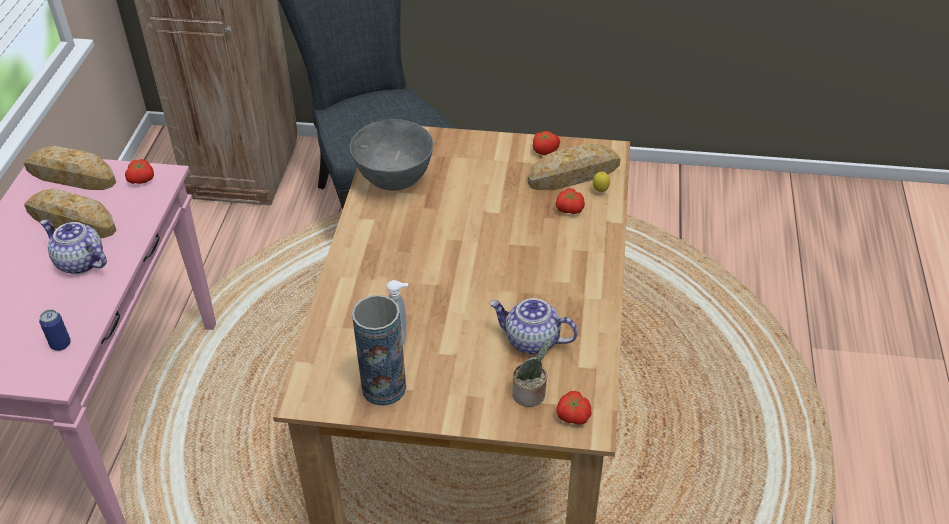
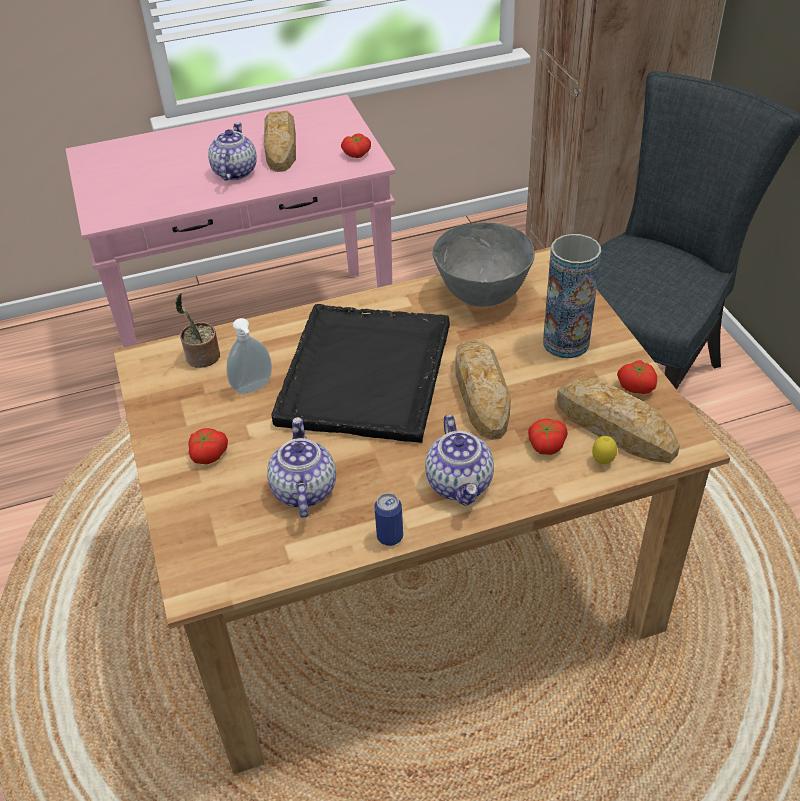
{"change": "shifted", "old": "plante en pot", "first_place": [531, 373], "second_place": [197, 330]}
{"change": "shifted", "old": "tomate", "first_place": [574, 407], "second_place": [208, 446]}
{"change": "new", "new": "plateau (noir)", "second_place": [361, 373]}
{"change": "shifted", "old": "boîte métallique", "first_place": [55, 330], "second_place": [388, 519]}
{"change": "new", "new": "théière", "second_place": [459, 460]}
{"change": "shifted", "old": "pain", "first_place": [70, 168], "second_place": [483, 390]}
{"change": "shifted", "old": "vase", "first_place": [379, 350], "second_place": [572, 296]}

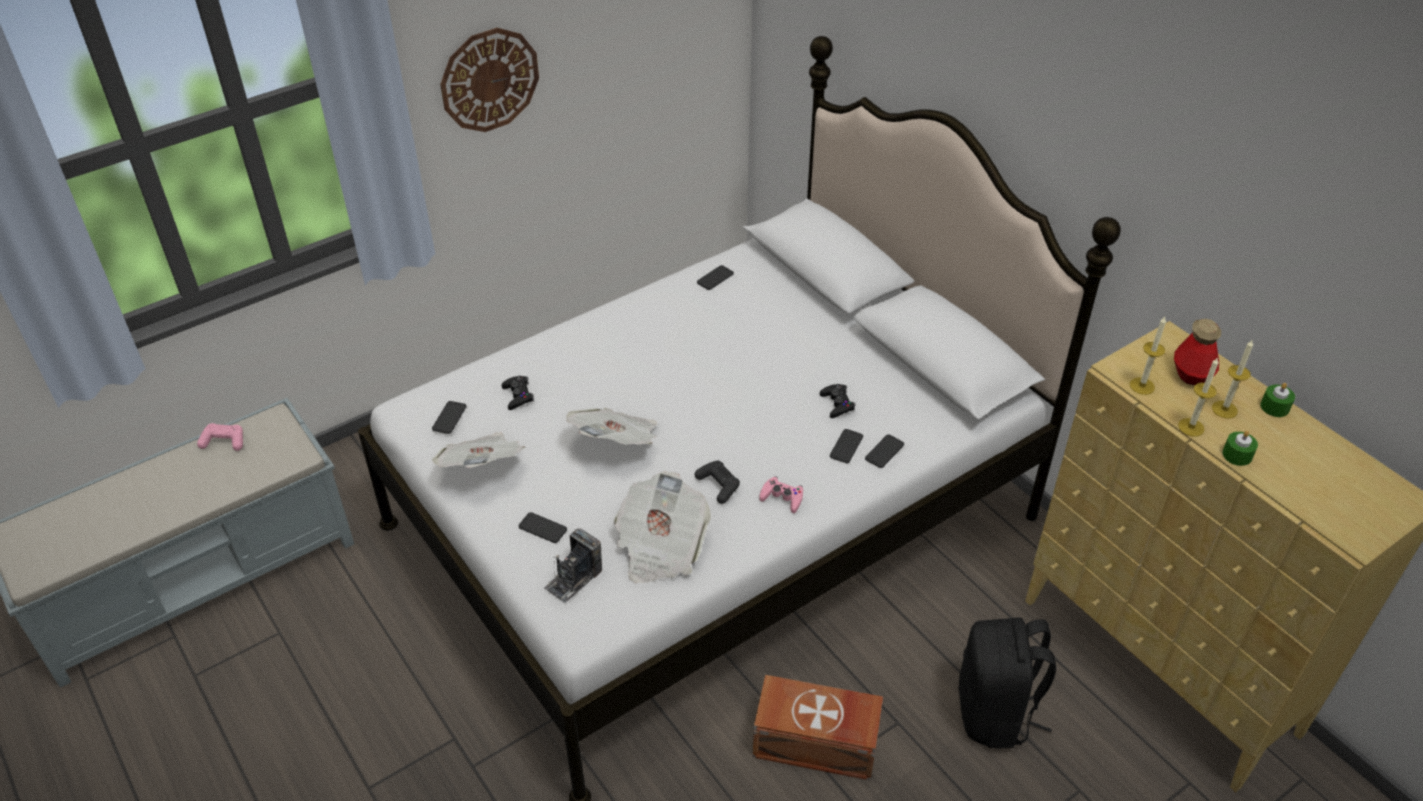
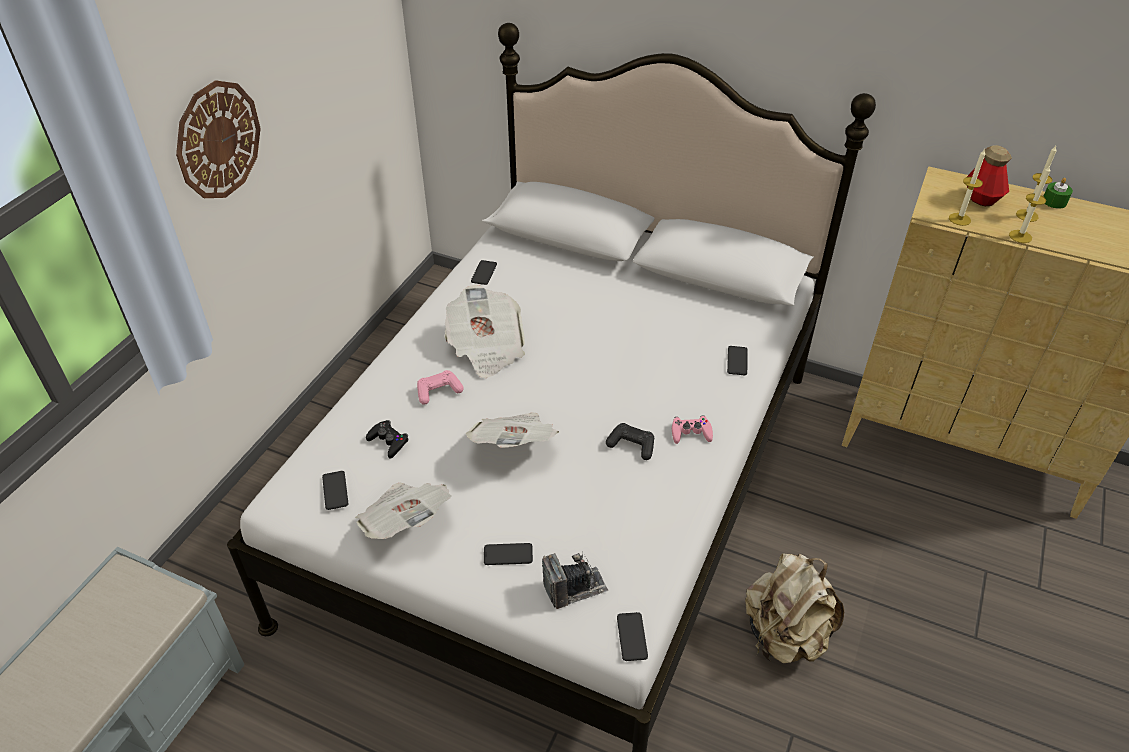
{"change": "shifted", "old": "manette (rose)", "first_place": [220, 437], "second_place": [440, 387]}
{"change": "shifted", "old": "journal", "first_place": [662, 527], "second_place": [485, 331]}
{"change": "rotated", "old": "appareil photo", "first_place": [573, 565], "second_place": [575, 580], "degrees": -120}
{"change": "shifted", "old": "téléphone", "first_place": [846, 446], "second_place": [632, 636]}
{"change": "swapped", "old": "boîte de rangement (marron)", "new": "sac à dos (beige)", "first_place": [818, 727], "second_place": [794, 608]}
{"change": "gone", "old": "manette (noir)", "first_place": [838, 401]}
{"change": "gone", "old": "sac à dos (noir)", "first_place": [1007, 682]}
{"change": "gone", "old": "bougie (vert)", "first_place": [1240, 448]}

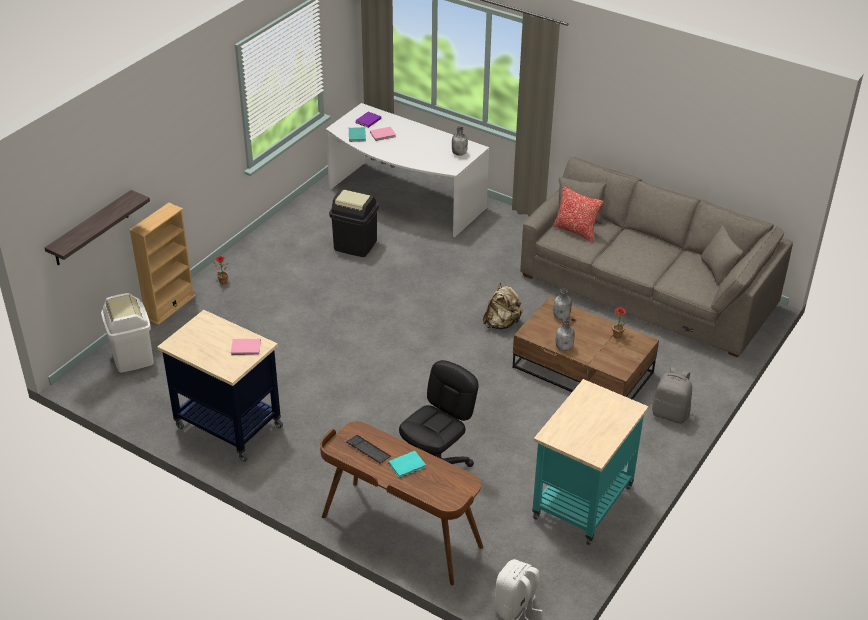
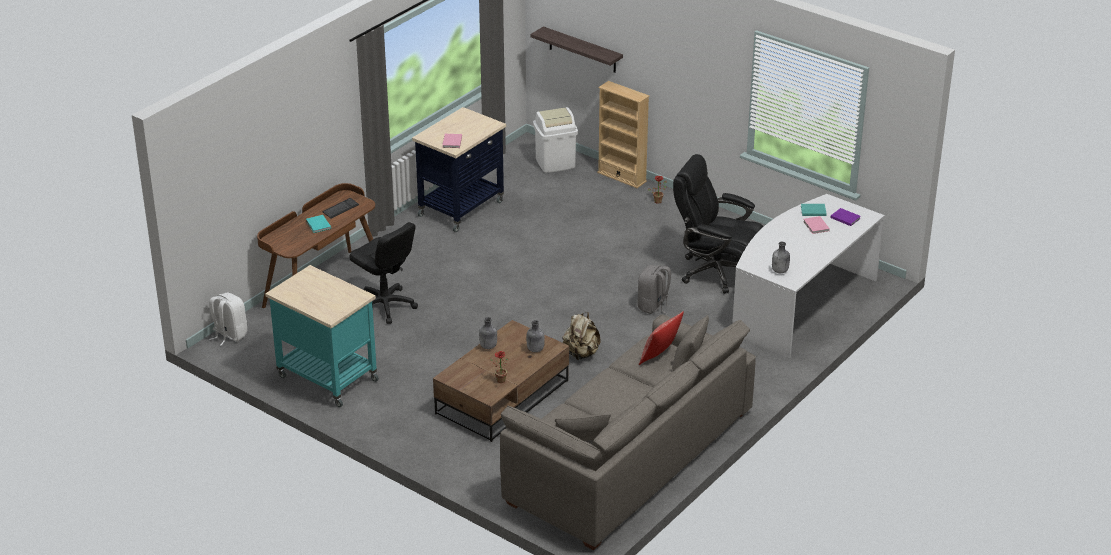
{"change": "shifted", "old": "sac à dos (gris)", "first_place": [672, 395], "second_place": [656, 290]}
{"change": "swapped", "old": "poubelle (noir)", "new": "chaise de bureau (noir)", "first_place": [354, 223], "second_place": [718, 224]}

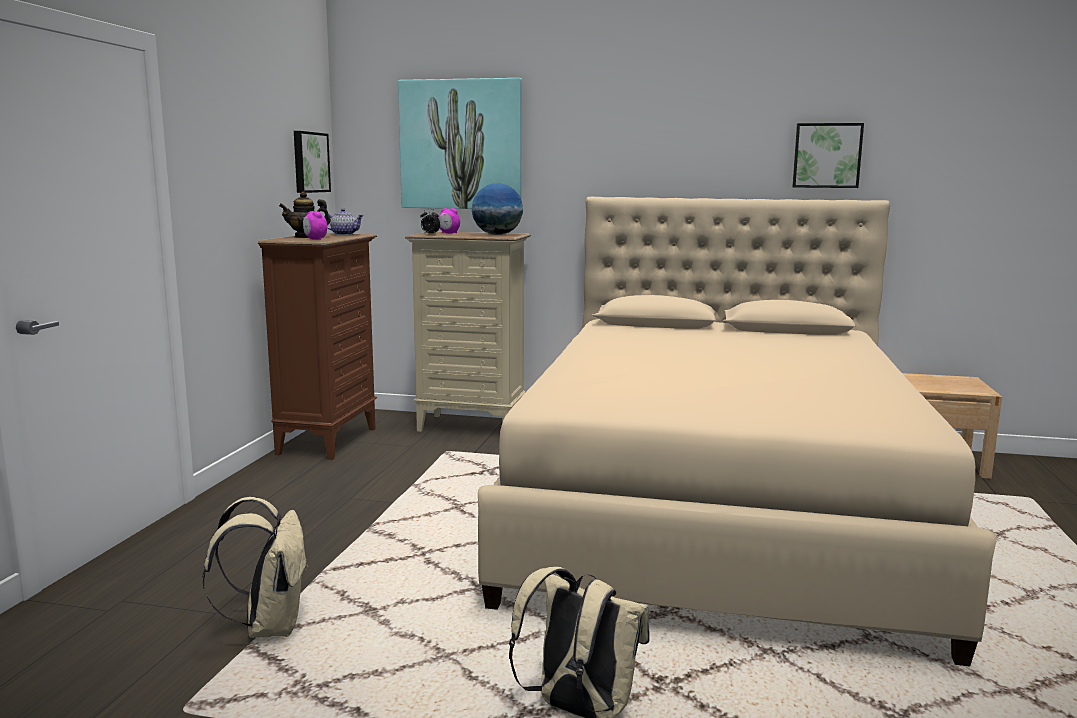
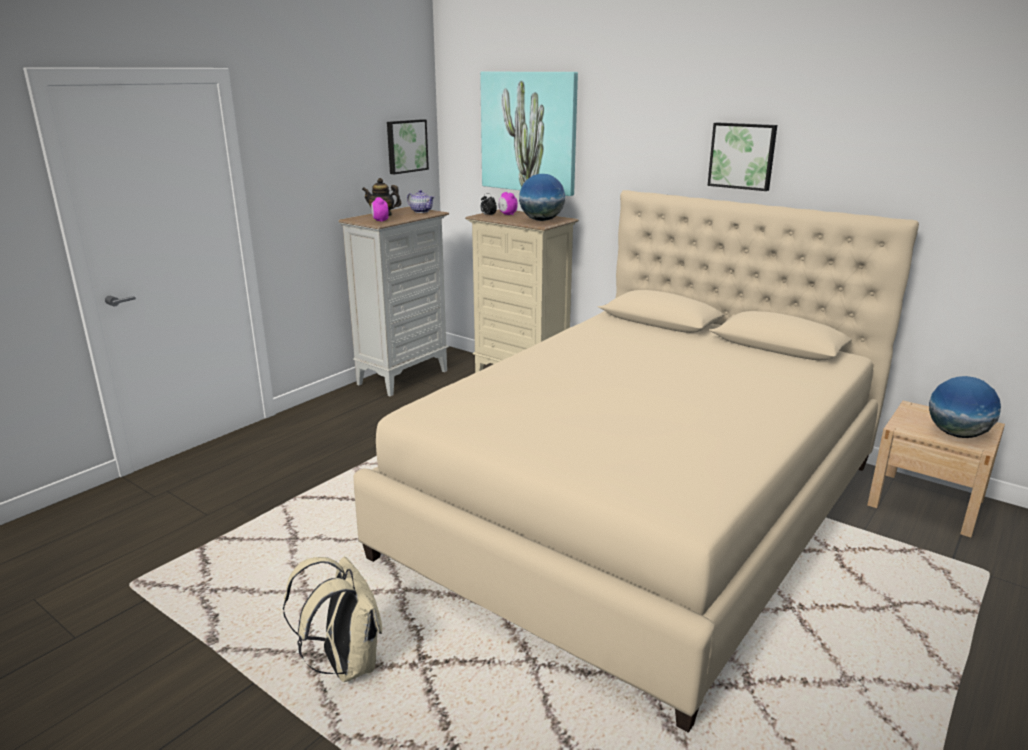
{"change": "repainted", "old": "commode (marron)", "new": "commode (blanc)", "first_place": [317, 346], "second_place": [393, 302]}
{"change": "shifted", "old": "tableau", "first_place": [828, 155], "second_place": [742, 156]}
{"change": "new", "new": "globe", "second_place": [965, 407]}
{"change": "gone", "old": "sac à dos (beige)", "first_place": [255, 567]}

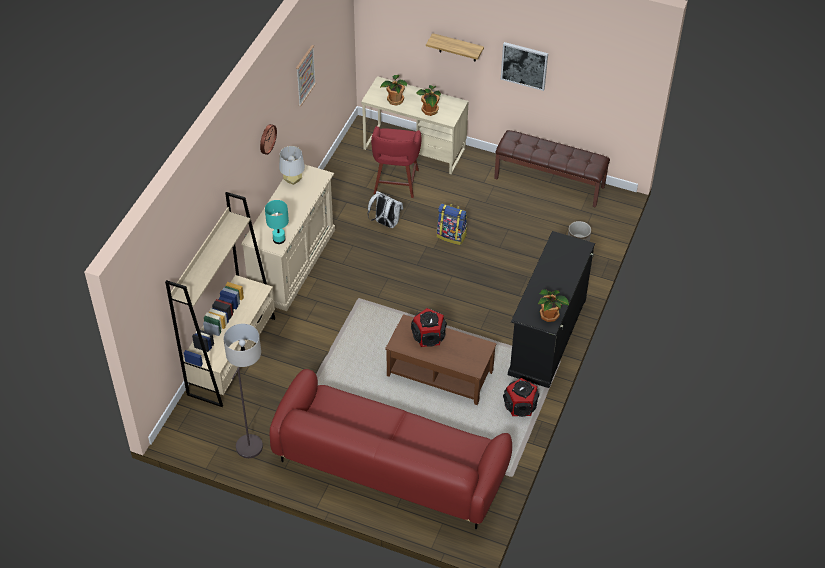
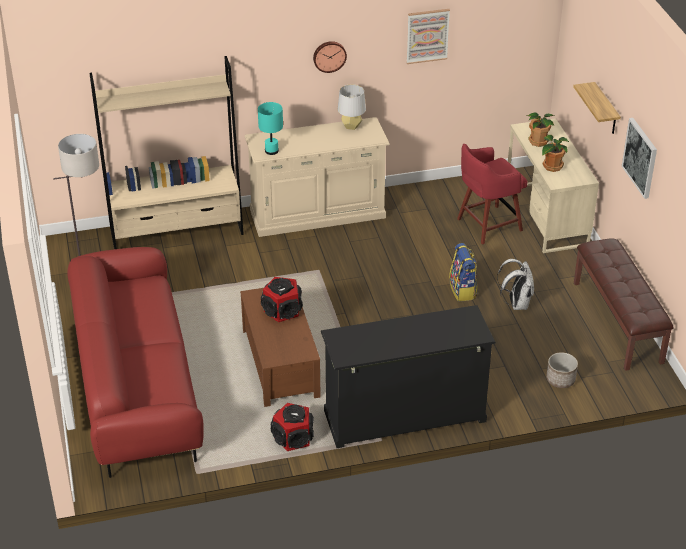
{"change": "shifted", "old": "sac à dos (blanc)", "first_place": [385, 209], "second_place": [515, 284]}
{"change": "gone", "old": "plante en pot", "first_place": [553, 305]}

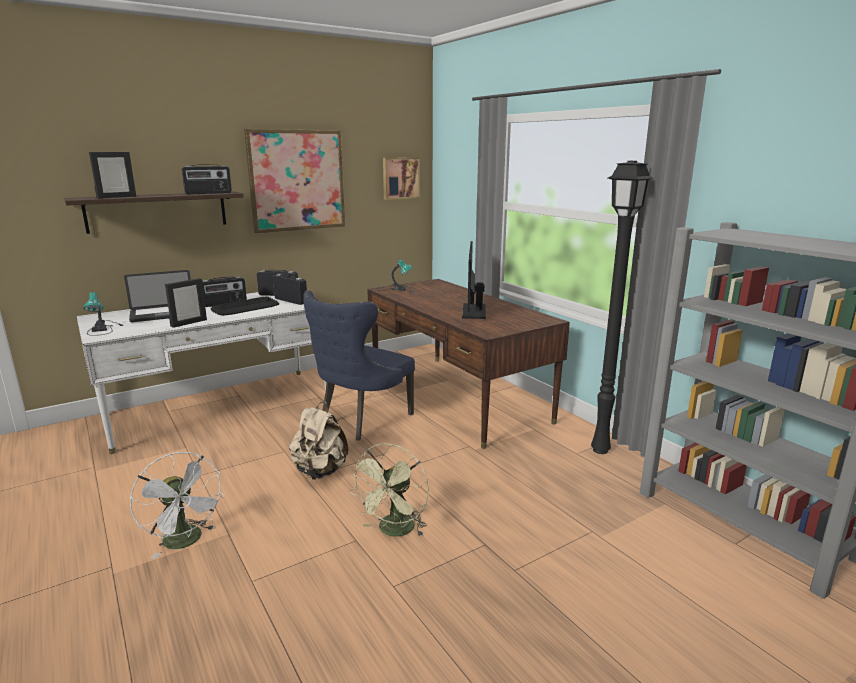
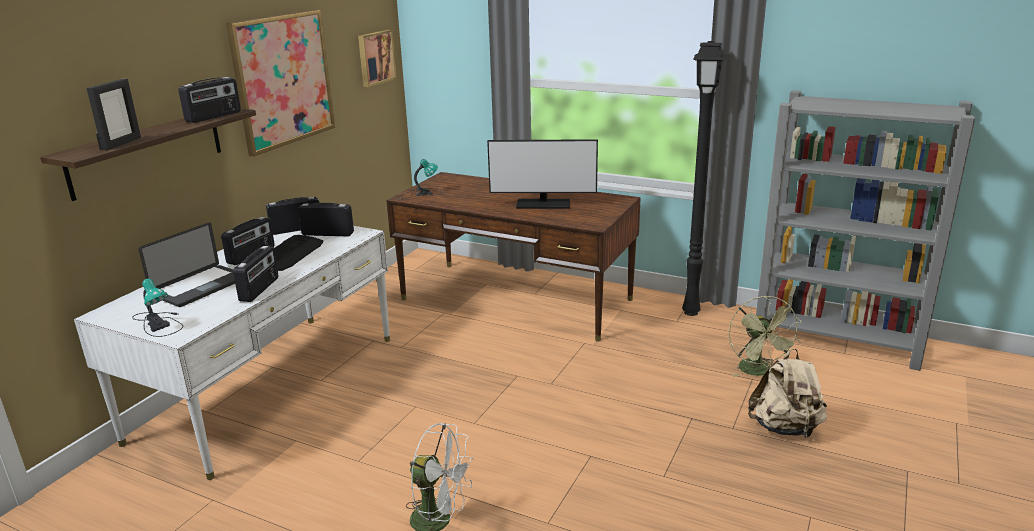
{"change": "swapped", "old": "cadre photo", "new": "radio", "first_place": [186, 303], "second_place": [255, 274]}
{"change": "rotated", "old": "écran d'ordinateur", "first_place": [474, 280], "second_place": [542, 174], "degrees": -60}
{"change": "shifted", "old": "ventilateur (vert)", "first_place": [389, 490], "second_place": [765, 336]}
{"change": "shifted", "old": "sac à dos (beige)", "first_place": [318, 440], "second_place": [787, 393]}
{"change": "gone", "old": "chaise (bleu)", "first_place": [359, 365]}

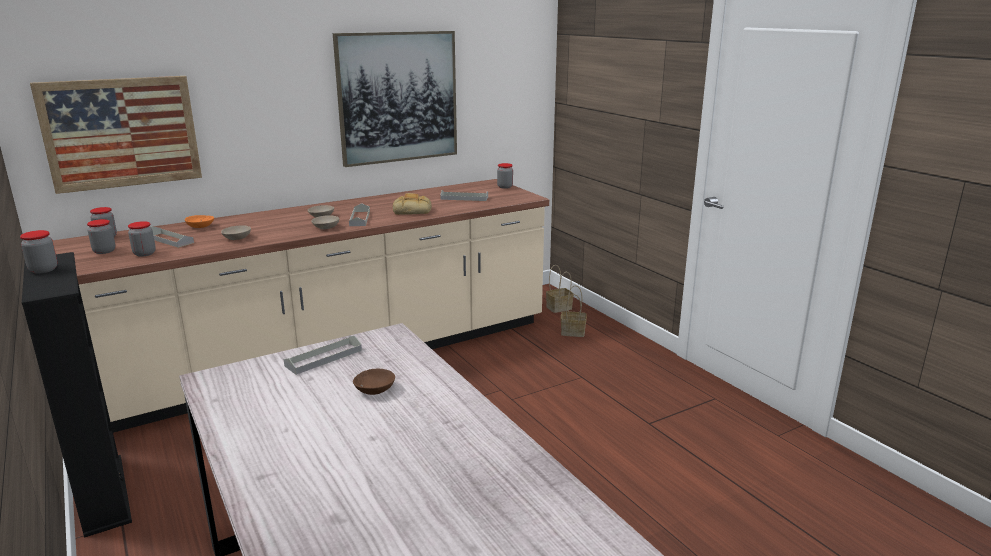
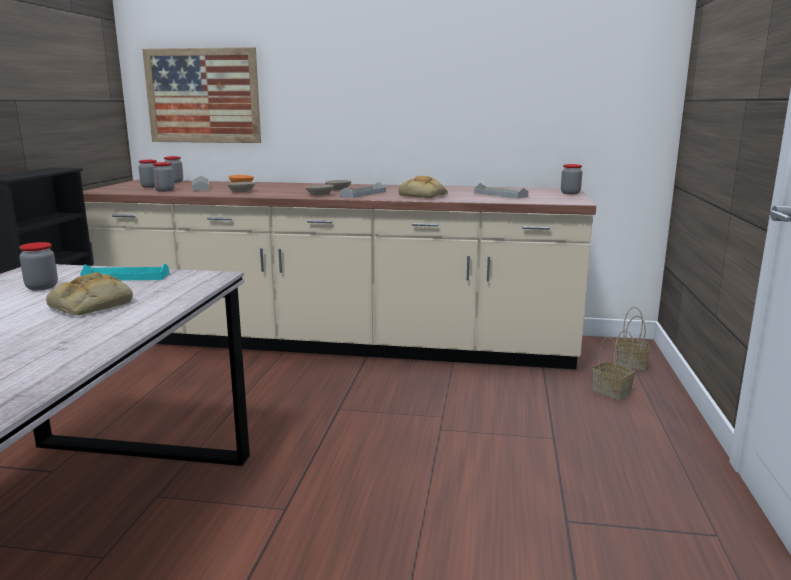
{"change": "shifted", "old": "bocal", "first_place": [38, 252], "second_place": [38, 266]}
{"change": "swapped", "old": "bol (marron)", "new": "pain", "first_place": [374, 382], "second_place": [89, 293]}
{"change": "repainted", "old": "plateau (gris)", "new": "plateau (turquoise)", "first_place": [323, 355], "second_place": [124, 271]}
{"change": "gone", "old": "tableau", "first_place": [395, 99]}

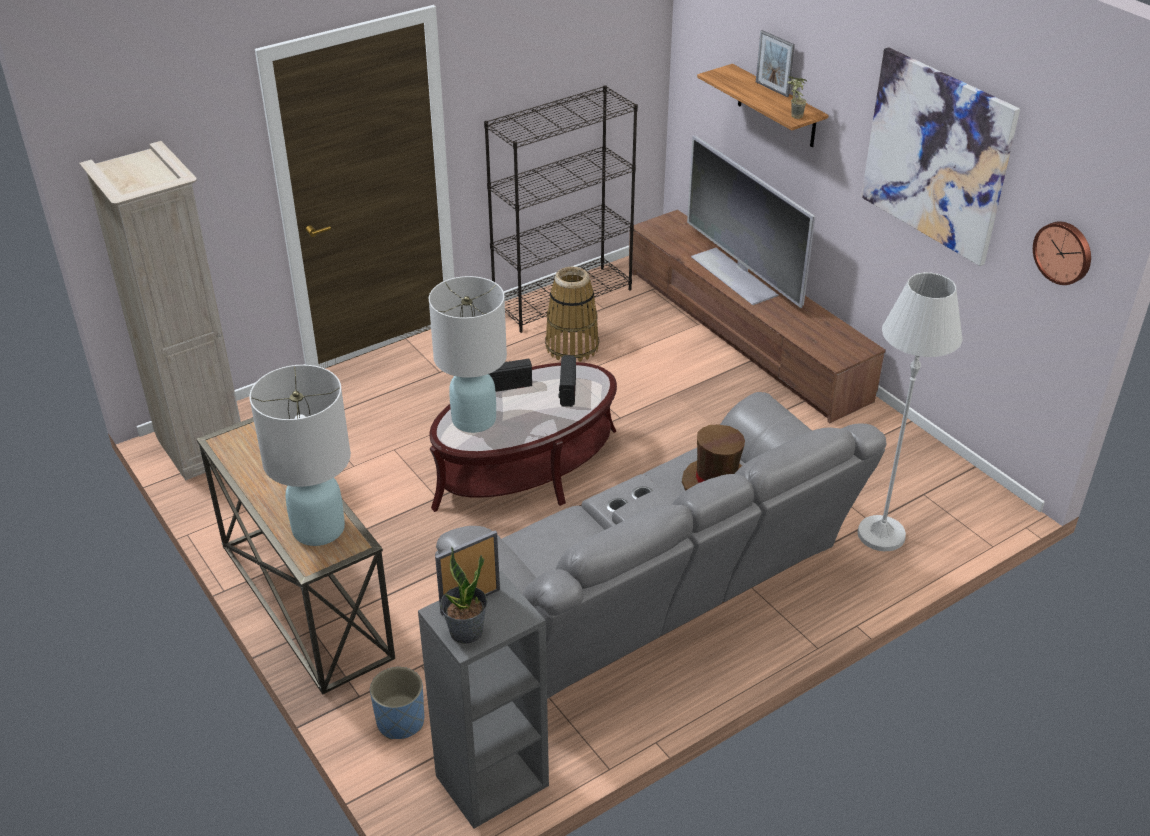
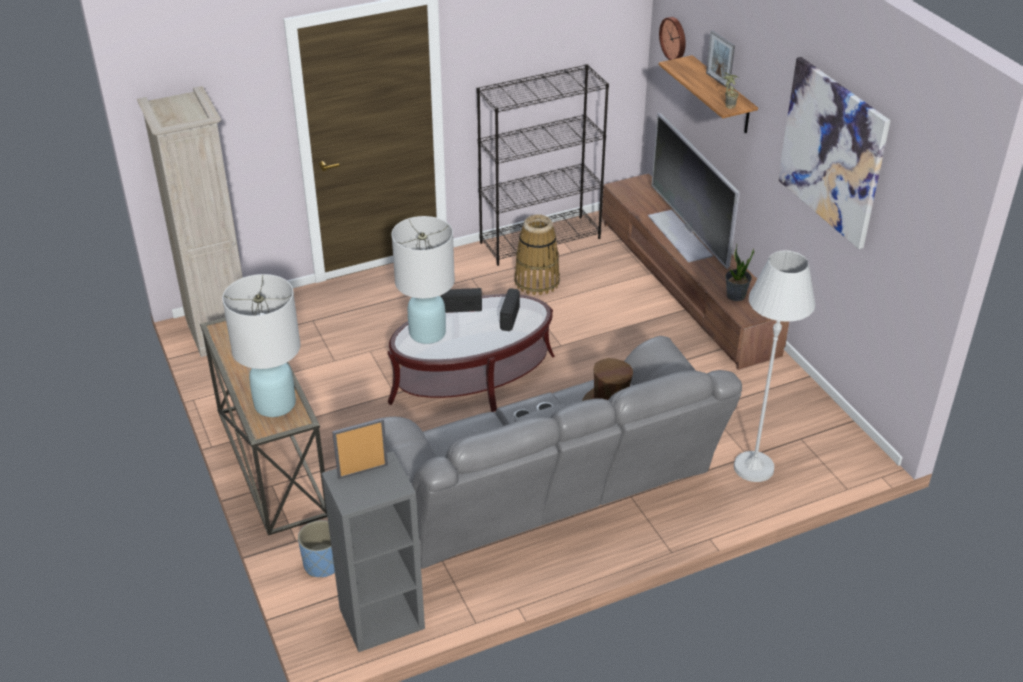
{"change": "shifted", "old": "horloge murale", "first_place": [1062, 253], "second_place": [672, 38]}
{"change": "shifted", "old": "plante en pot", "first_place": [463, 594], "second_place": [739, 272]}

